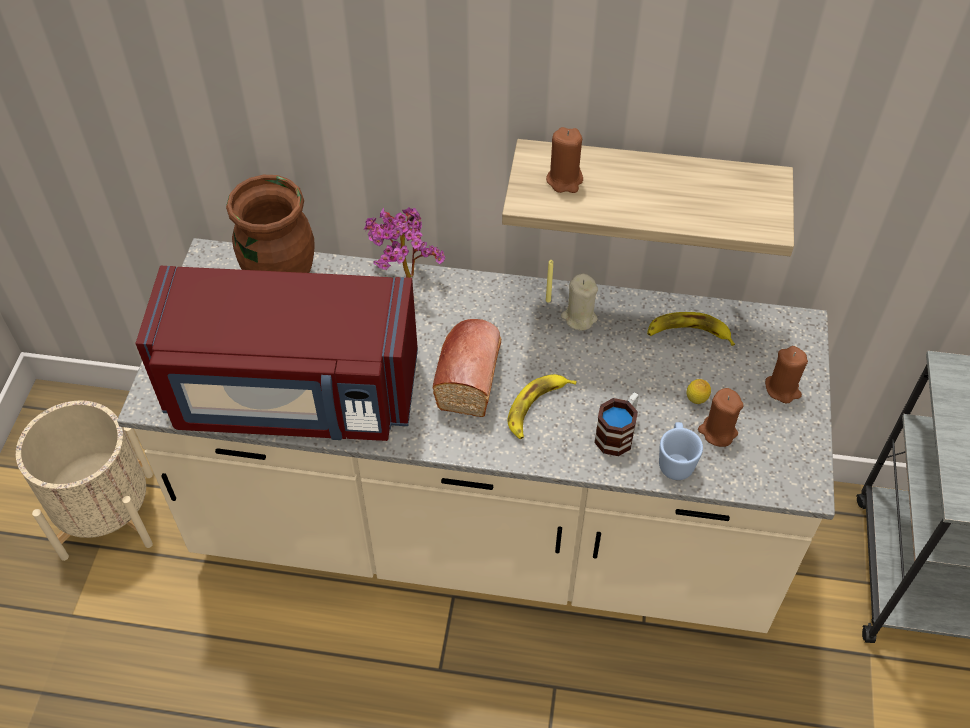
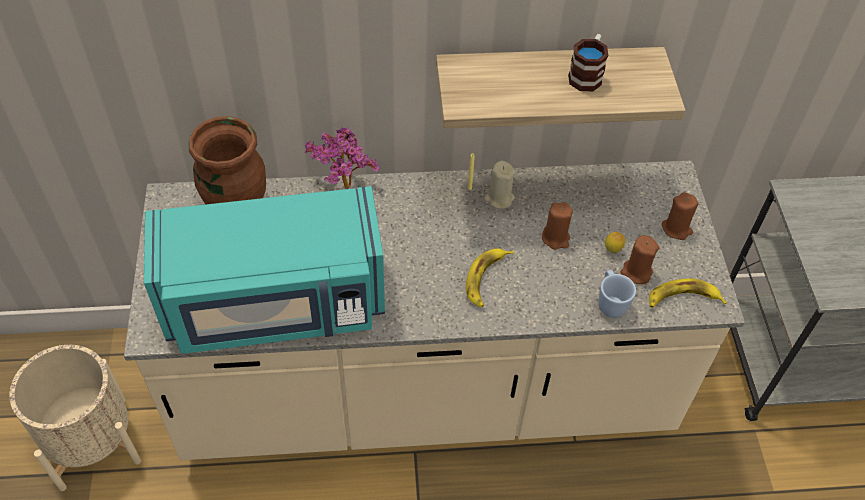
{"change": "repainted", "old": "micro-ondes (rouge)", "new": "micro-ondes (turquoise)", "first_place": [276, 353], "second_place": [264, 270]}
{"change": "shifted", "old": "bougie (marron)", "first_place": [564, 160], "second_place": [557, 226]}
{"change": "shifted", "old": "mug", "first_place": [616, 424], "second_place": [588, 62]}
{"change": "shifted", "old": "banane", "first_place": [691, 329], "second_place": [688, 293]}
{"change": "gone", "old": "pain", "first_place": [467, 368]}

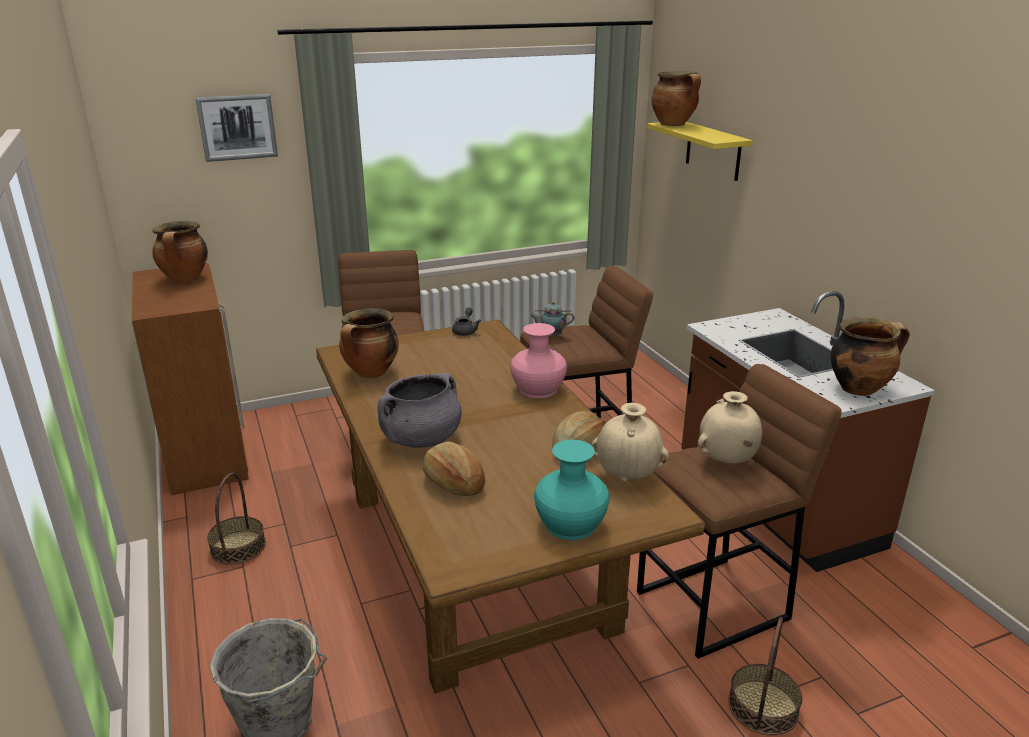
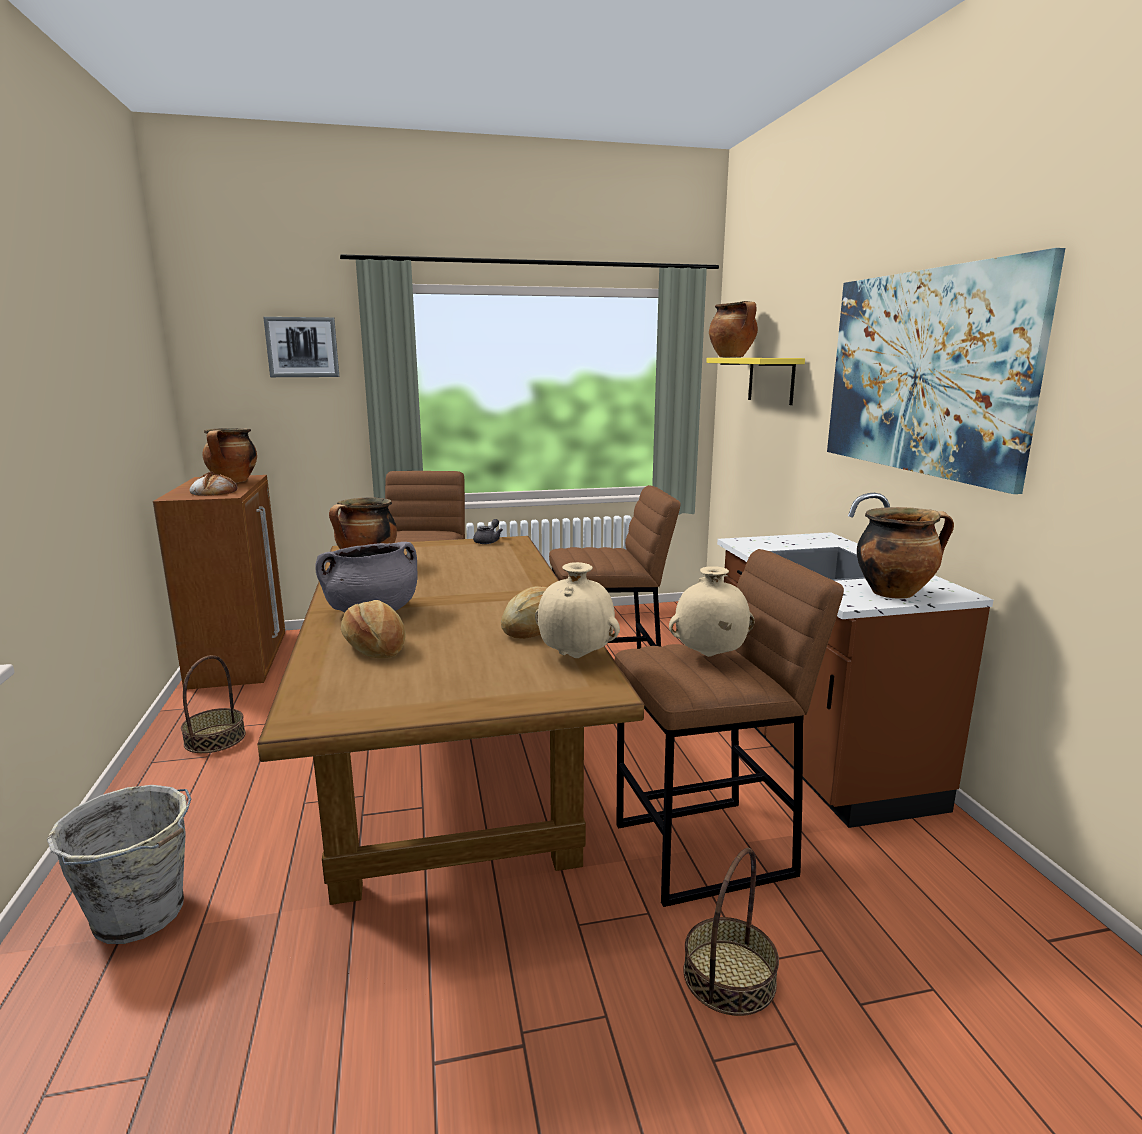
{"change": "new", "new": "pain", "second_place": [214, 484]}
{"change": "new", "new": "tableau", "second_place": [946, 371]}
{"change": "gone", "old": "vase (rose)", "first_place": [538, 360]}
{"change": "gone", "old": "théière", "first_place": [552, 318]}
{"change": "gone", "old": "vase (turquoise)", "first_place": [572, 490]}

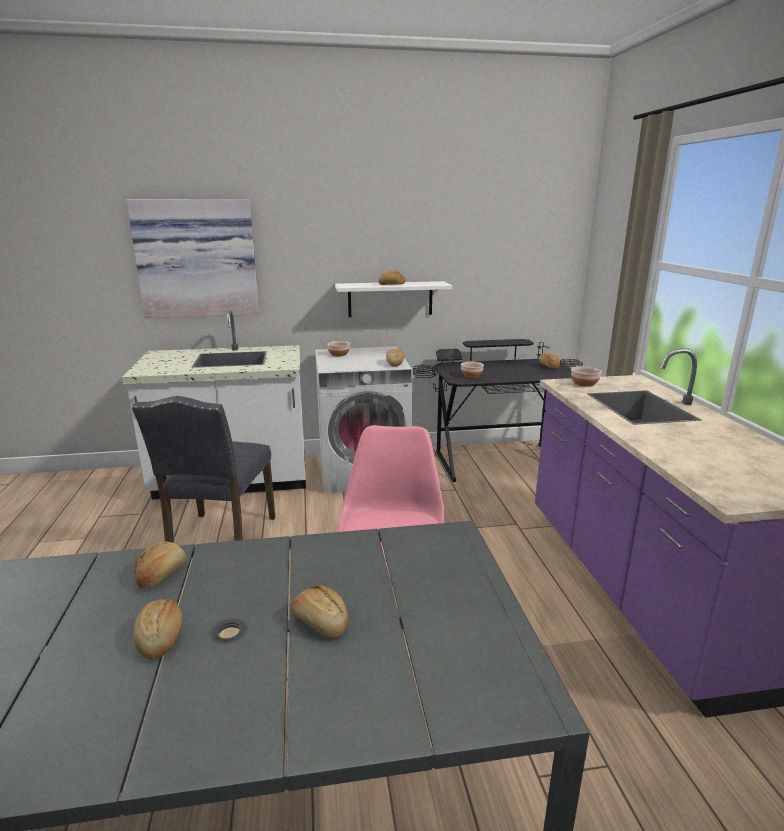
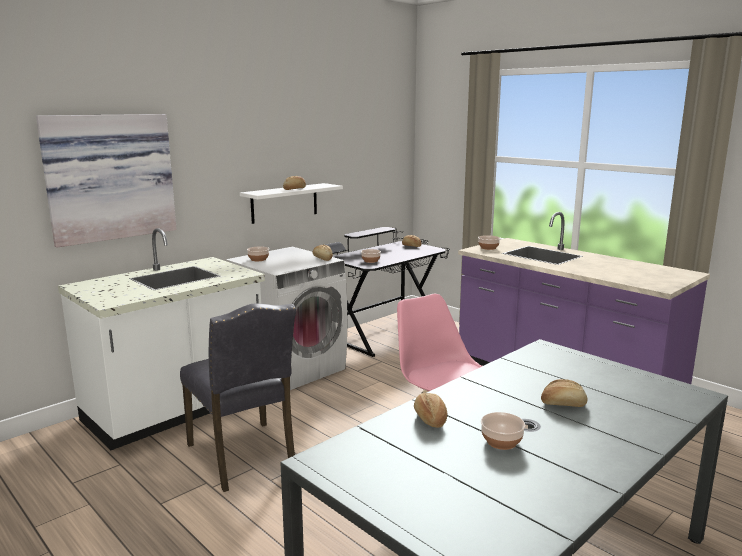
{"change": "swapped", "old": "pain", "new": "bol", "first_place": [157, 629], "second_place": [503, 431]}

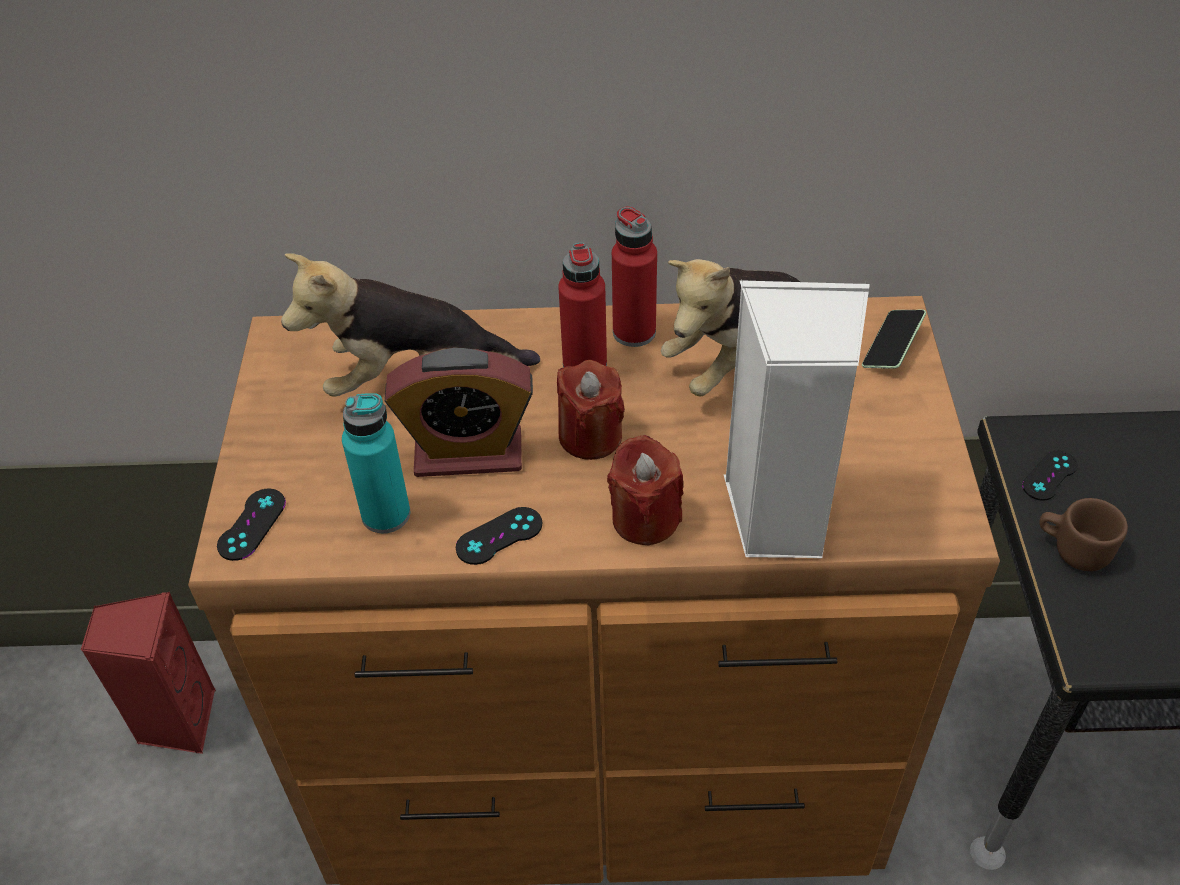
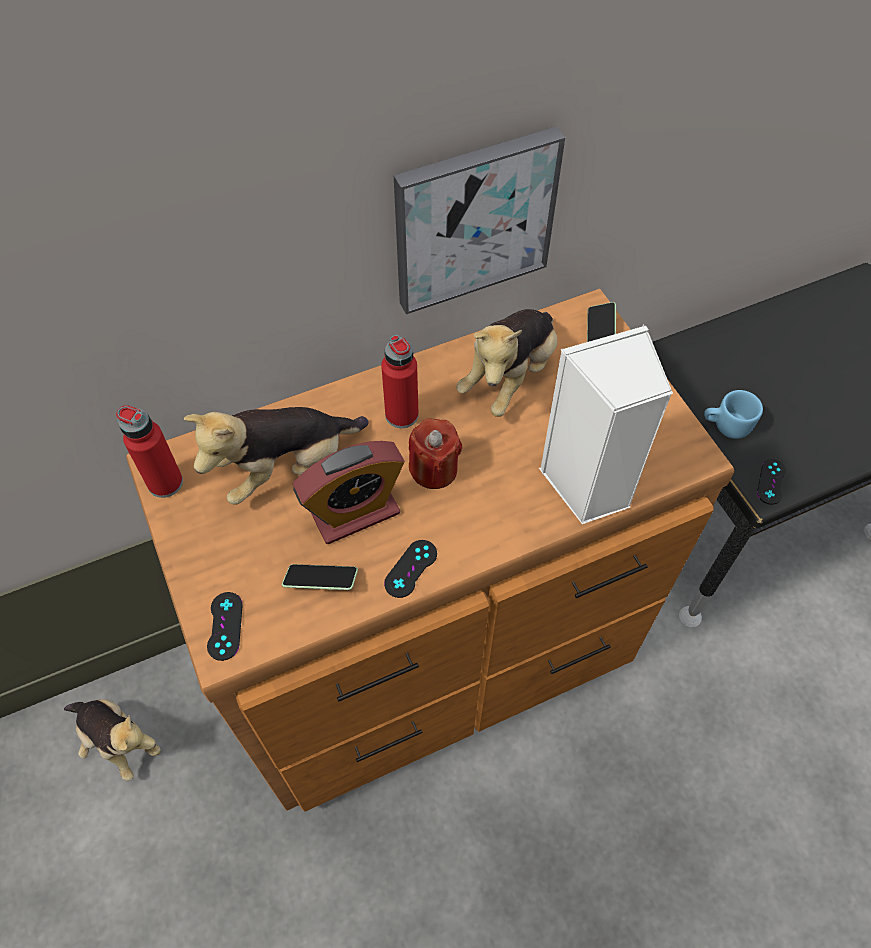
{"change": "swapped", "old": "enceinte (rouge)", "new": "peluche", "first_place": [148, 673], "second_place": [112, 740]}
{"change": "shifted", "old": "bouteille (rouge)", "first_place": [634, 277], "second_place": [149, 451]}
{"change": "swapped", "old": "bouteille (turquoise)", "new": "téléphone", "first_place": [376, 463], "second_place": [320, 577]}
{"change": "new", "new": "tableau", "second_place": [479, 220]}
{"change": "repainted", "old": "mug (marron)", "new": "mug (bleu)", "first_place": [1083, 534], "second_place": [733, 414]}
{"change": "shifted", "old": "manette (noir)", "first_place": [1050, 476], "second_place": [771, 482]}
{"change": "gone", "old": "bougie (rouge)", "first_place": [645, 490]}

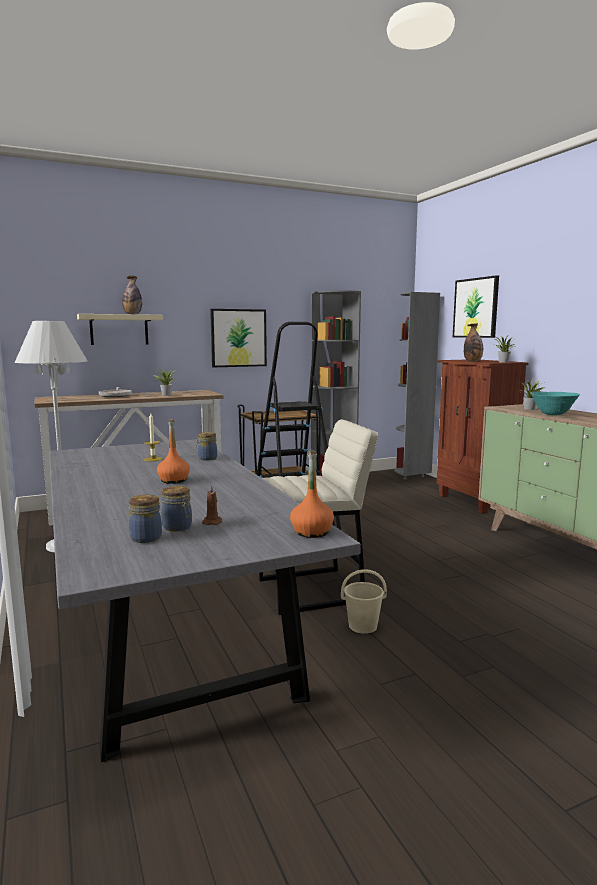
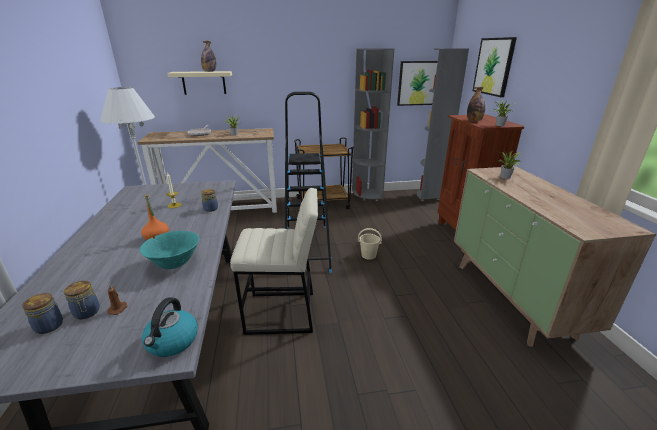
{"change": "shifted", "old": "bol (turquoise)", "first_place": [555, 403], "second_place": [170, 250]}
{"change": "swapped", "old": "bouteille (orange)", "new": "bouilloire", "first_place": [312, 494], "second_place": [170, 327]}
{"change": "shifted", "old": "seau (beige)", "first_place": [364, 601], "second_place": [370, 244]}
{"change": "shifted", "old": "tableau", "first_place": [238, 338], "second_place": [417, 83]}

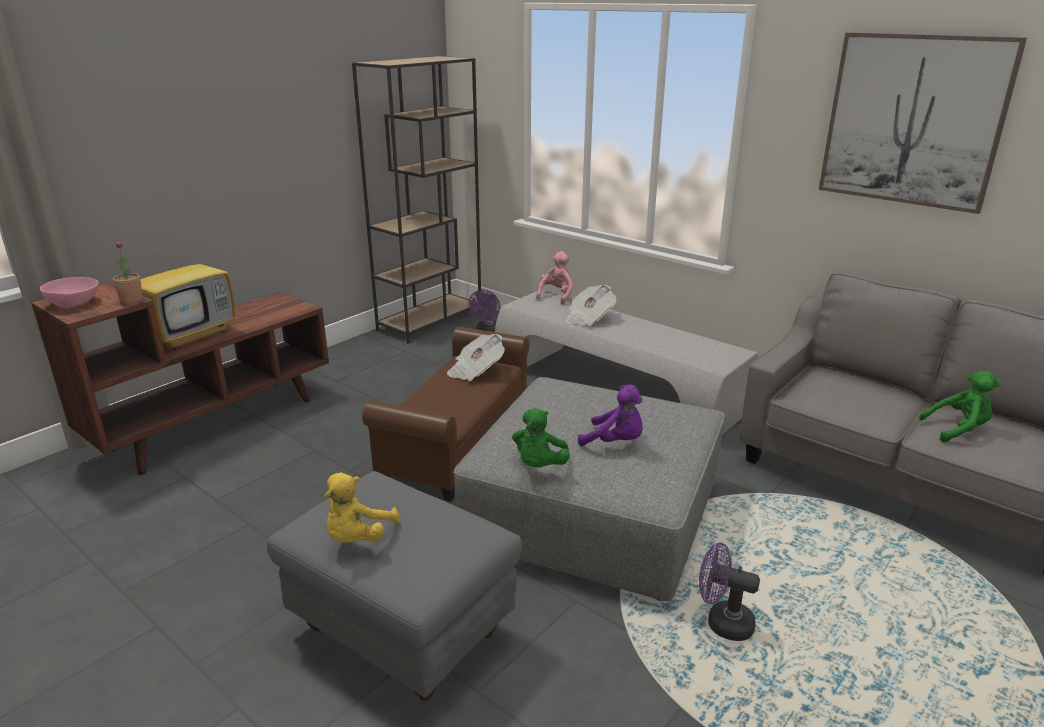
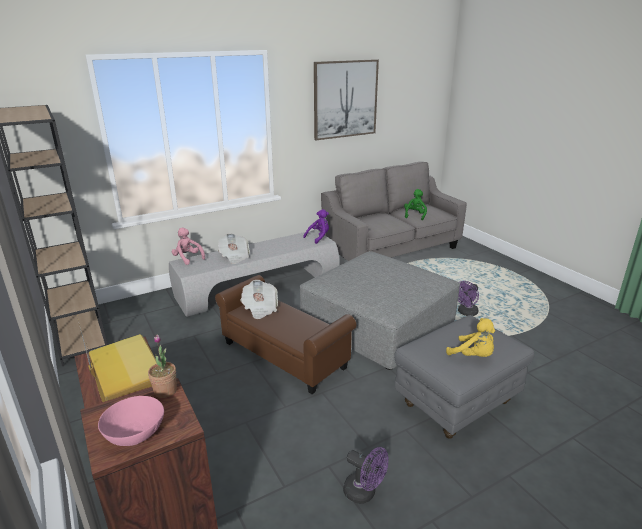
{"change": "shifted", "old": "peluche (violet)", "first_place": [610, 415], "second_place": [316, 226]}
{"change": "shifted", "old": "ventilateur (violet)", "first_place": [484, 311], "second_place": [365, 475]}
{"change": "gone", "old": "peluche (vert)", "first_place": [541, 437]}

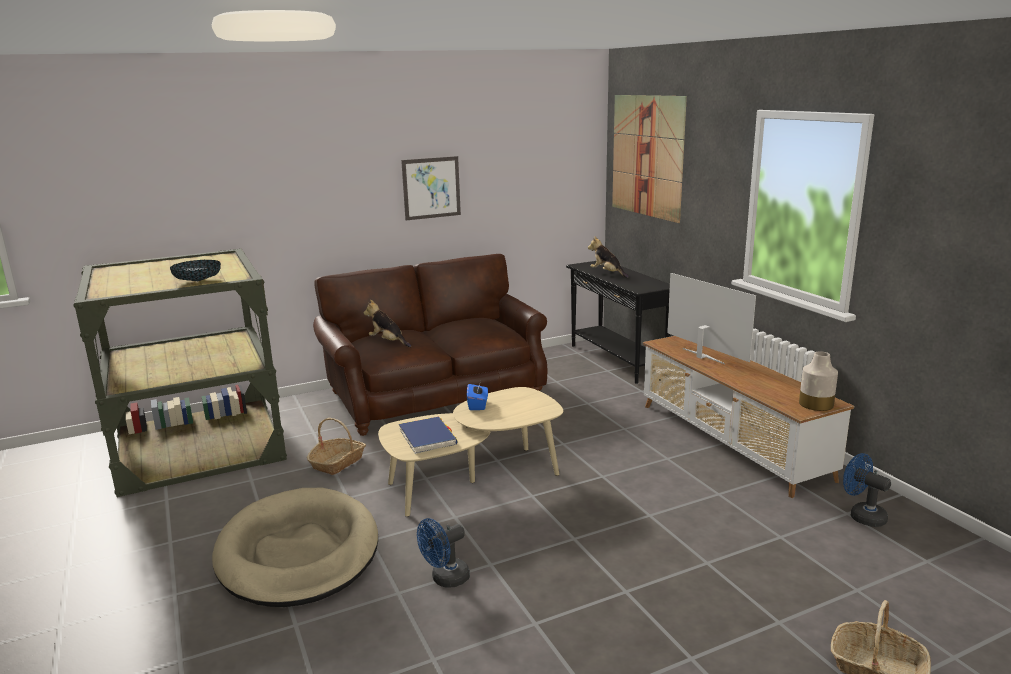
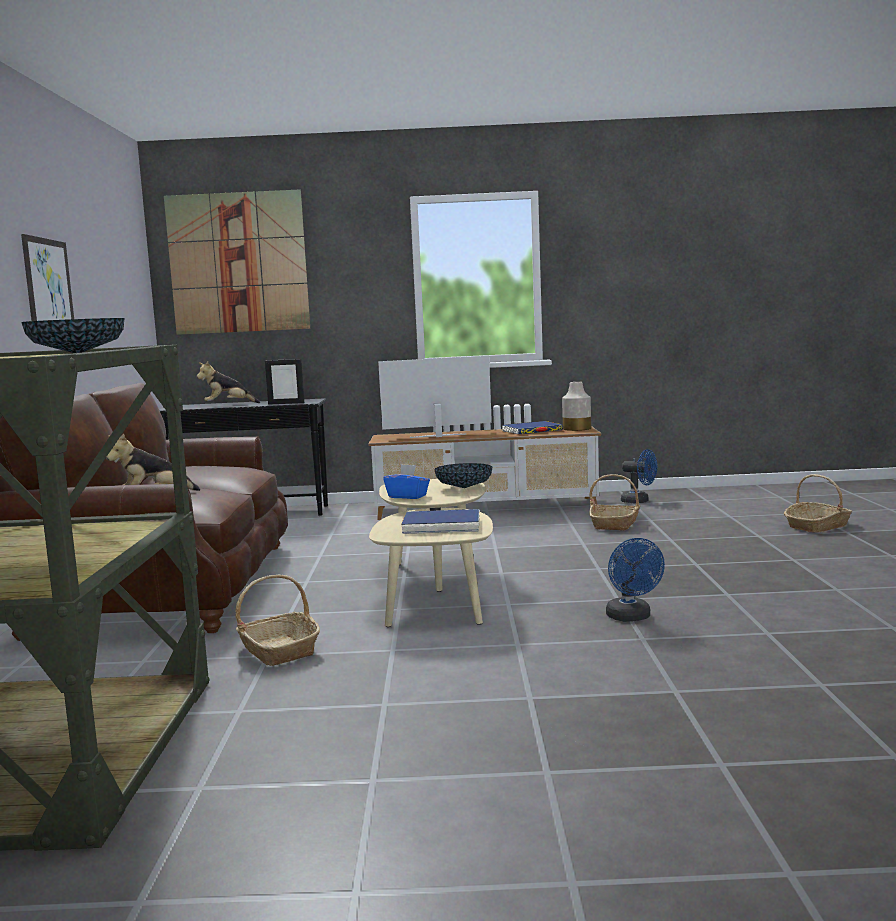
{"change": "new", "new": "cadre photo", "second_place": [284, 382]}
{"change": "new", "new": "bol", "second_place": [464, 475]}
{"change": "new", "new": "livre (bleu)", "second_place": [532, 427]}
{"change": "new", "new": "panier", "second_place": [615, 502]}
{"change": "rotated", "old": "ventilateur (bleu)", "first_place": [867, 490], "second_place": [639, 476], "degrees": -135}
{"change": "gone", "old": "panier pour chien (beige)", "first_place": [295, 547]}

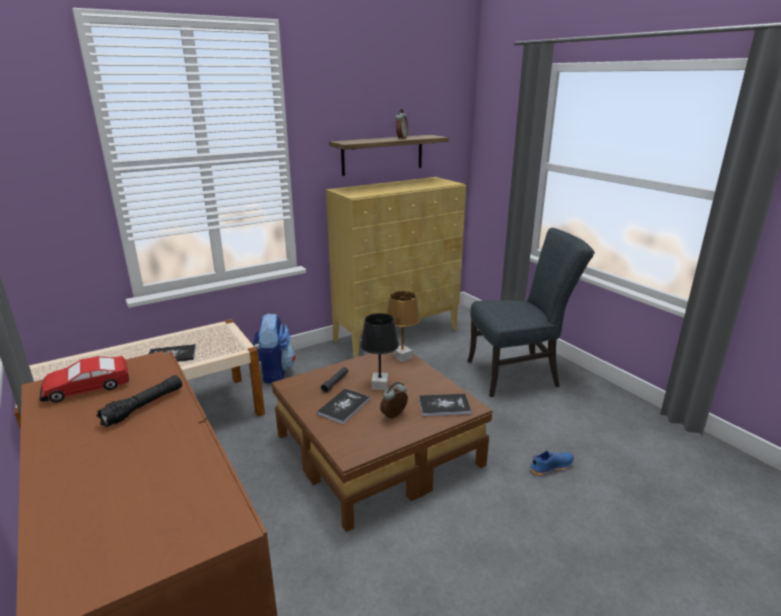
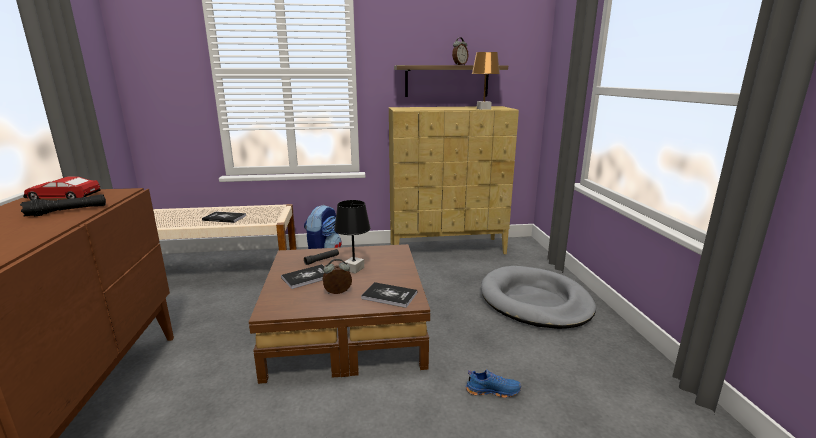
{"change": "shifted", "old": "lampe de table (marron)", "first_place": [403, 326], "second_place": [486, 81]}
{"change": "swapped", "old": "chaise (gris)", "new": "panier pour chien (gris)", "first_place": [531, 312], "second_place": [538, 297]}

